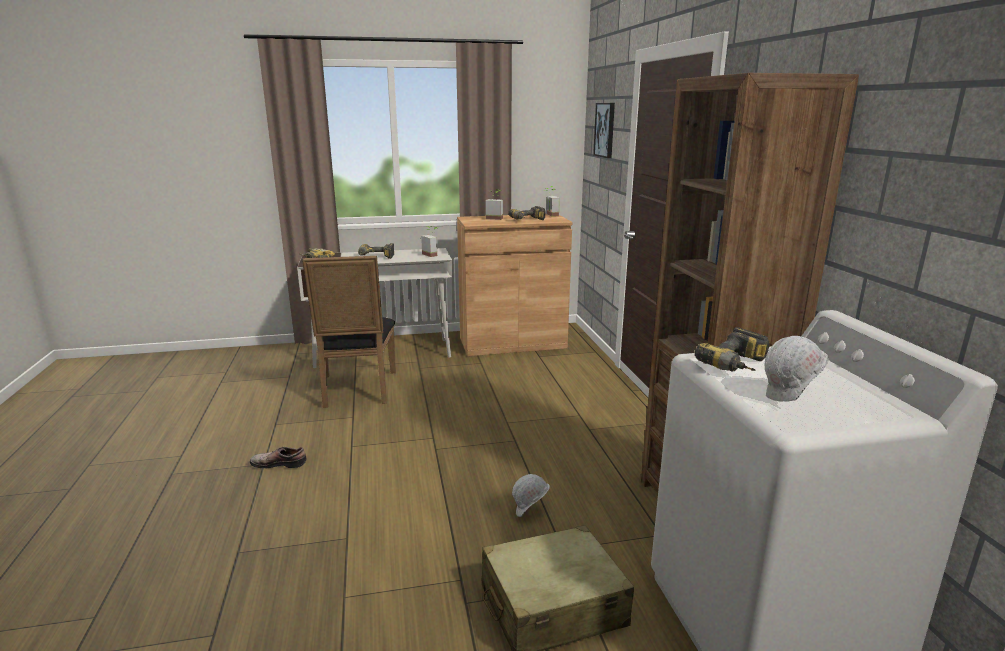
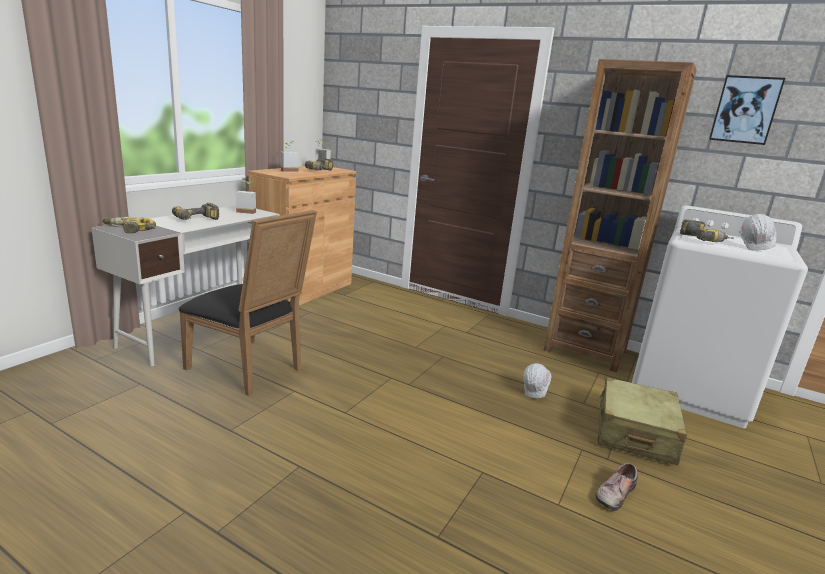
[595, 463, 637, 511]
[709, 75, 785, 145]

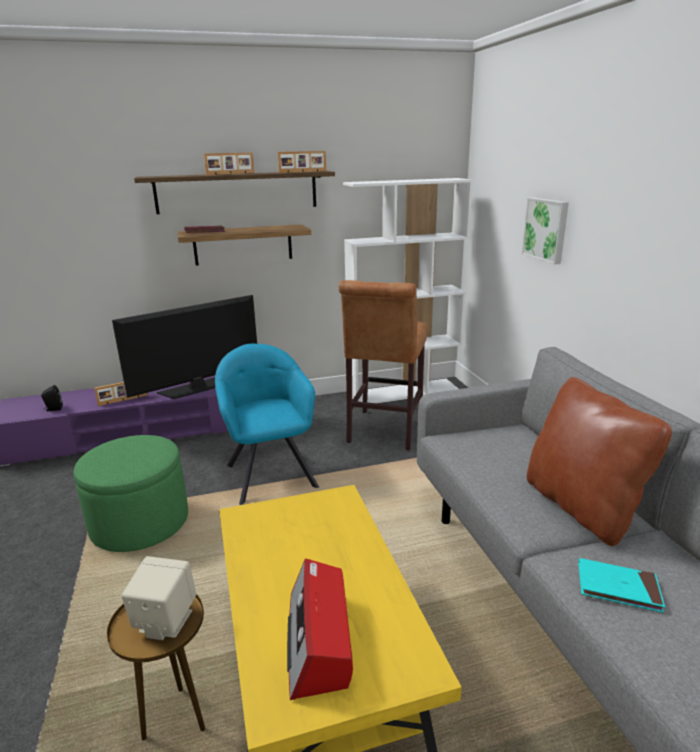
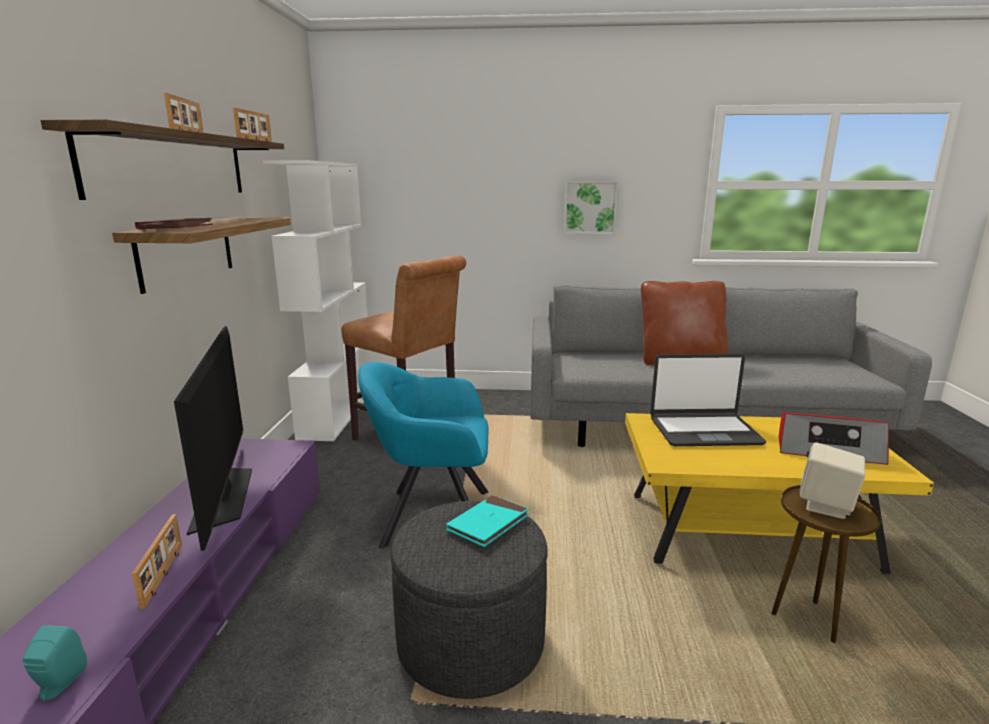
[23, 626, 87, 701]
[391, 501, 548, 699]
[564, 181, 618, 234]
[446, 495, 529, 547]
[650, 354, 766, 446]

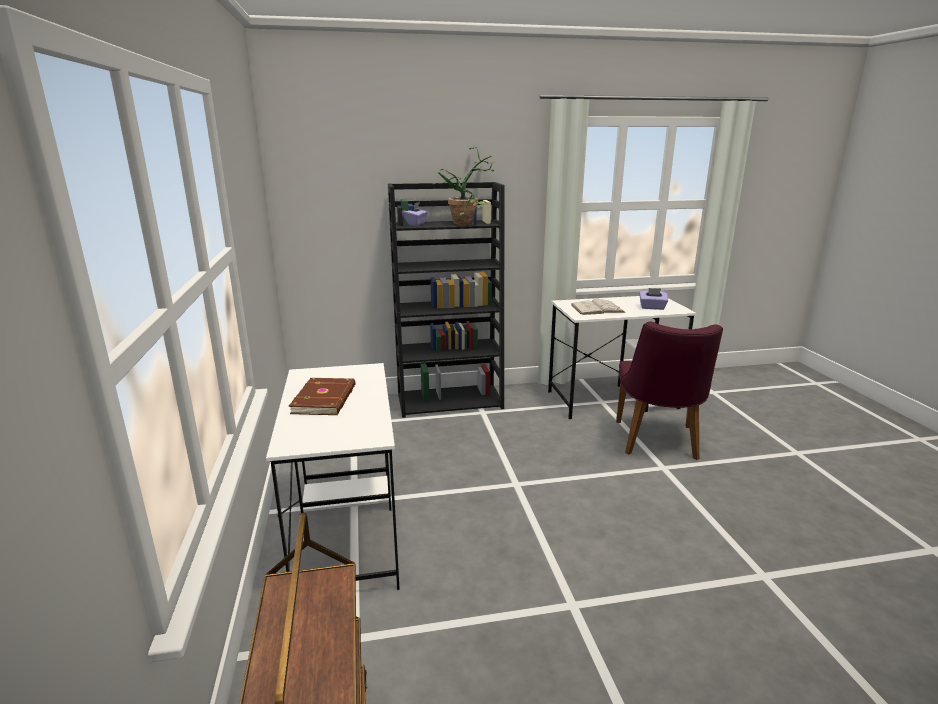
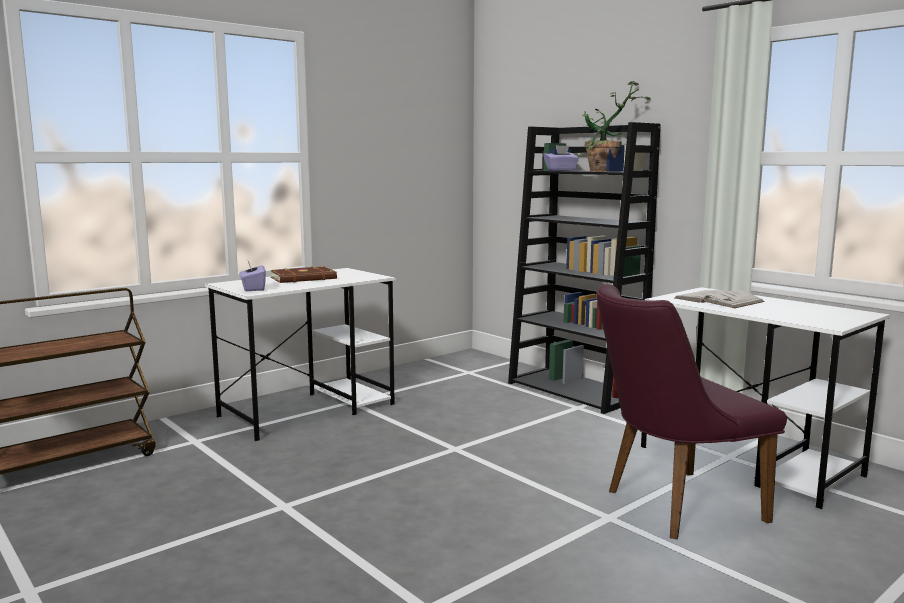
[239, 261, 266, 291]

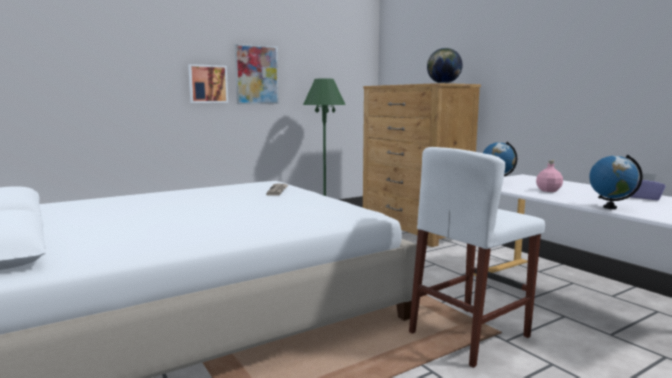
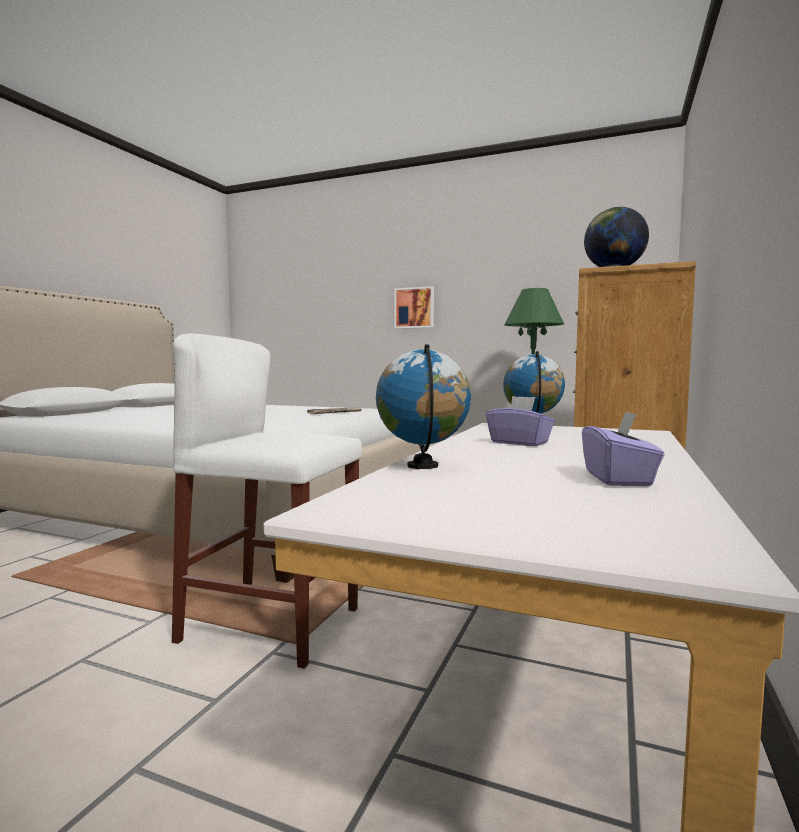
[234, 44, 279, 104] (first image)
[486, 396, 555, 446]

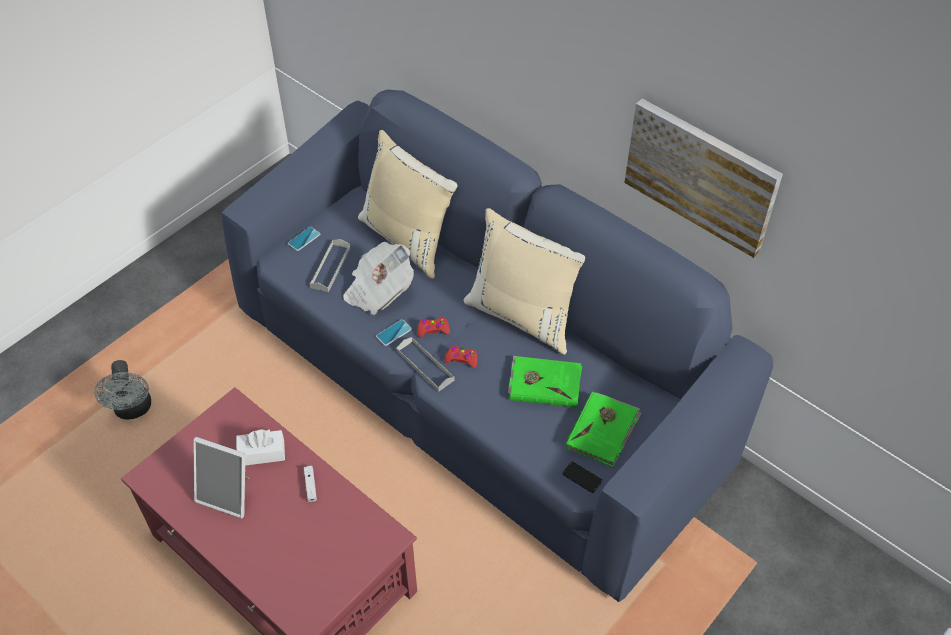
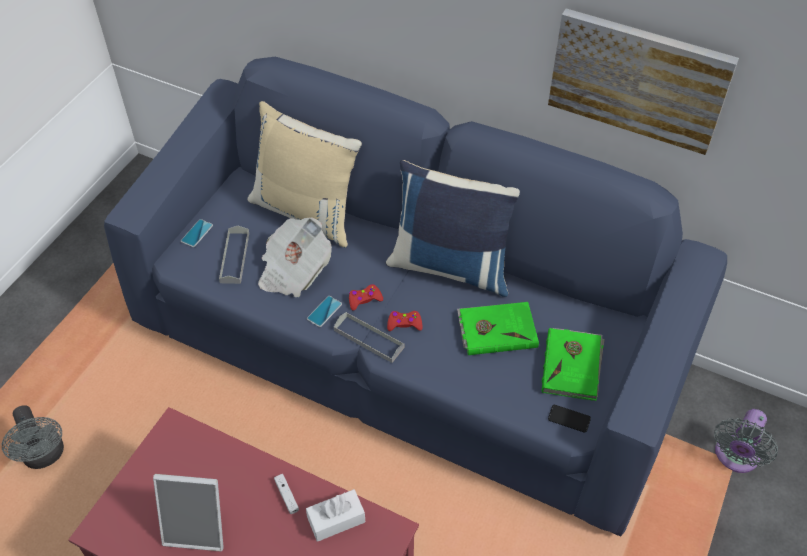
[306, 489, 365, 542]
[386, 160, 520, 297]
[714, 409, 778, 473]

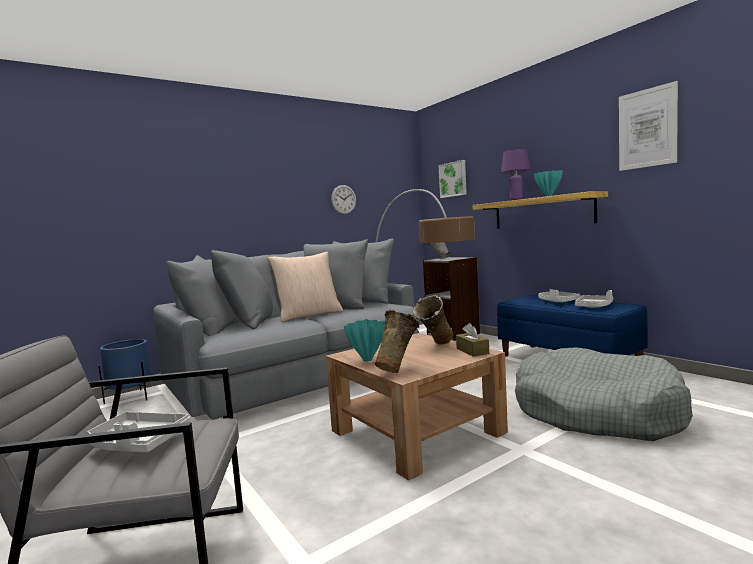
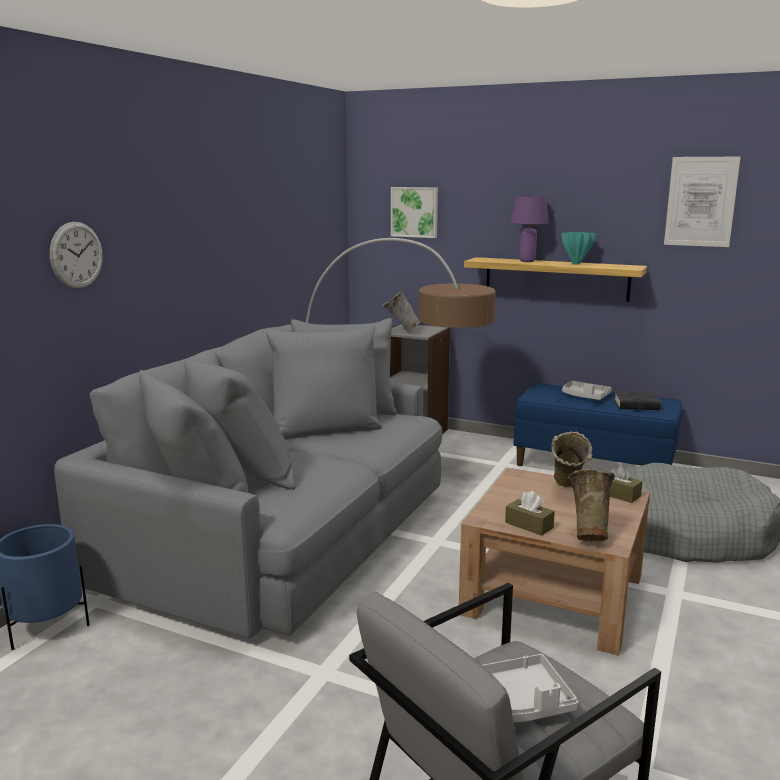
[268, 252, 343, 322] (first image)
[50, 222, 103, 289]
[505, 491, 555, 536]
[614, 391, 661, 410]

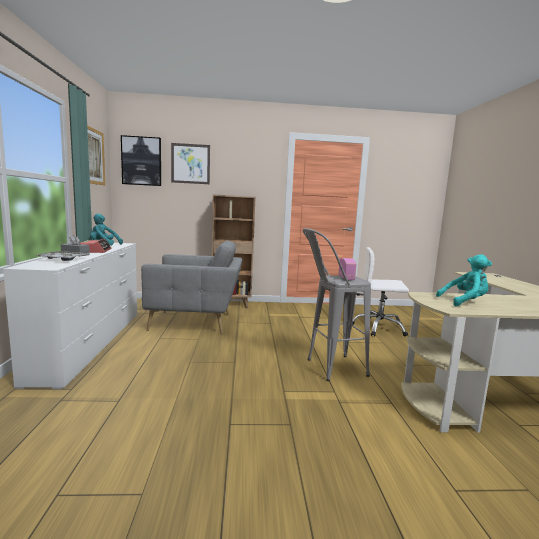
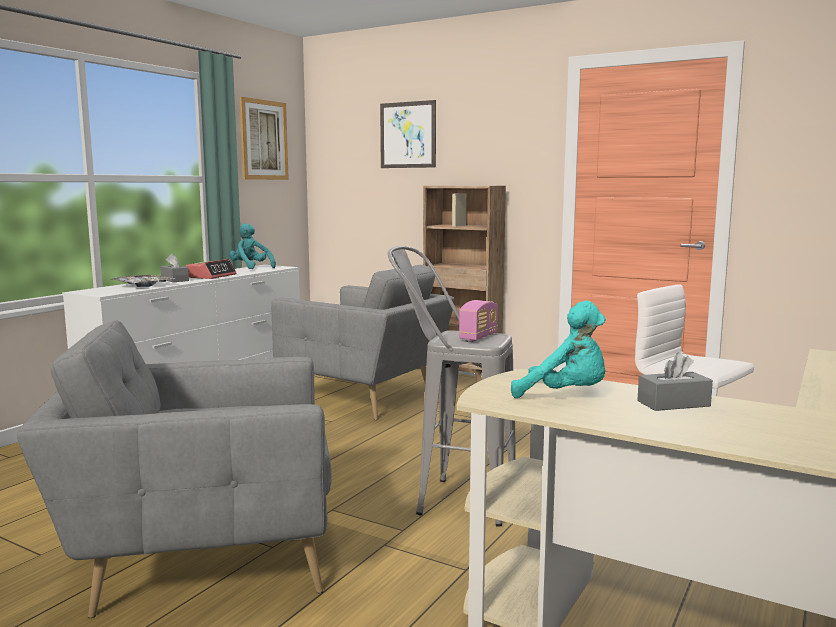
[121, 135, 161, 186] (first image)
[17, 321, 332, 618]
[637, 352, 713, 411]

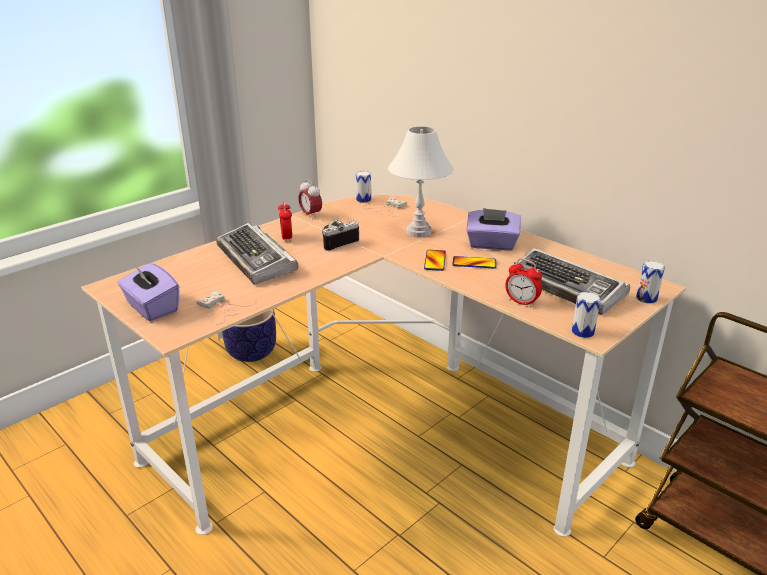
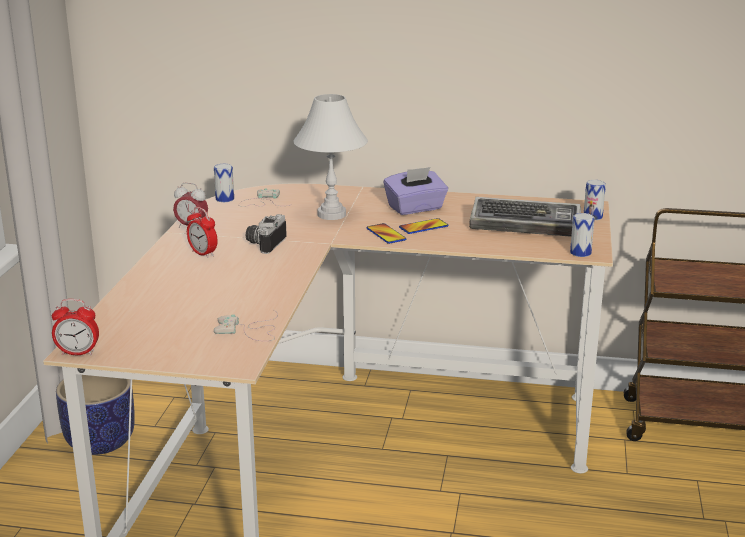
[117, 263, 179, 321] (first image)
[216, 223, 298, 285] (first image)
[52, 299, 99, 355]

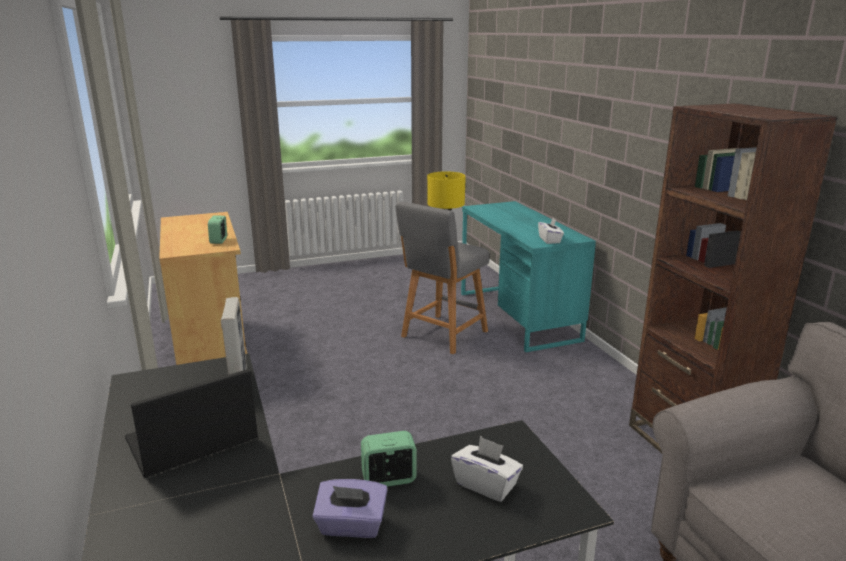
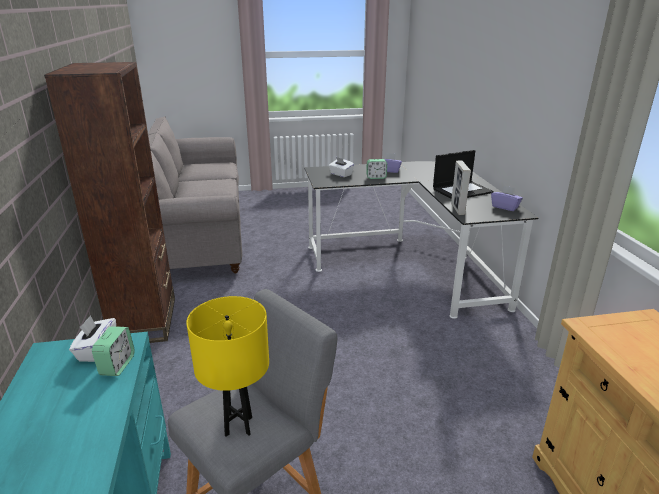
[92, 326, 135, 376]
[491, 185, 523, 211]

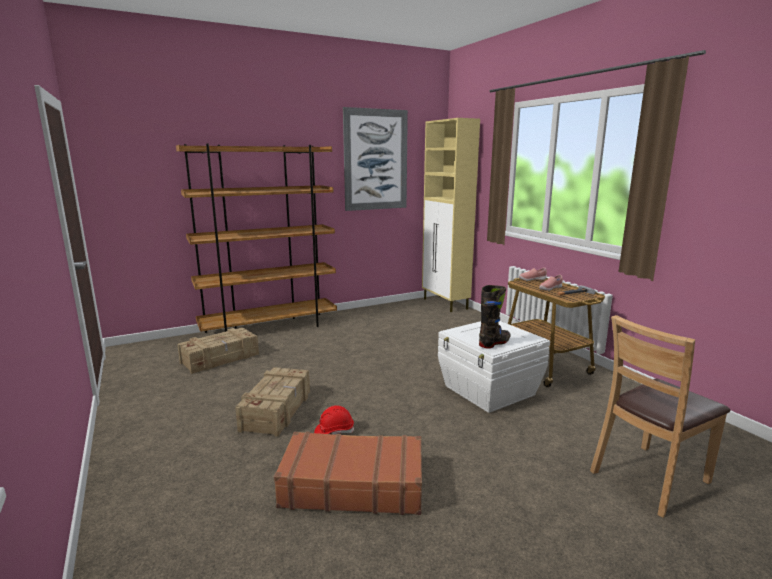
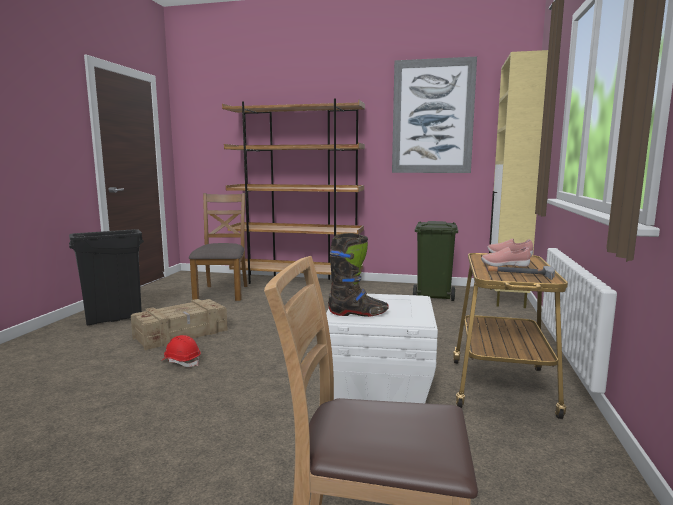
[189, 193, 248, 301]
[274, 432, 422, 515] (first image)
[69, 229, 144, 325]
[413, 221, 458, 301]

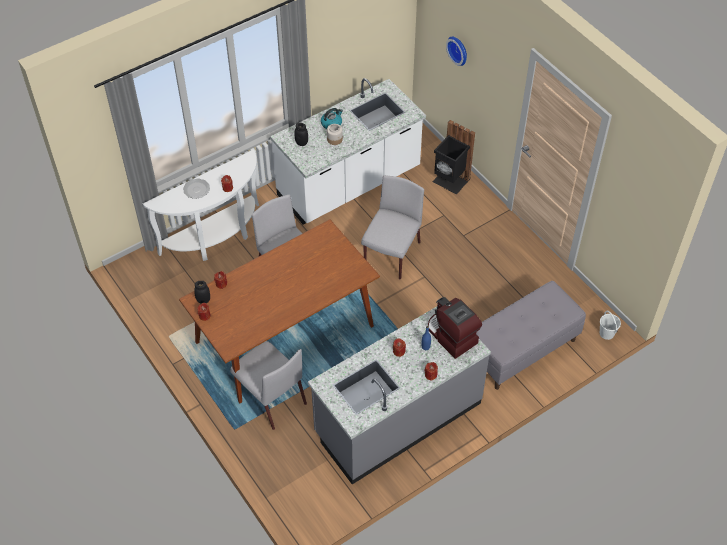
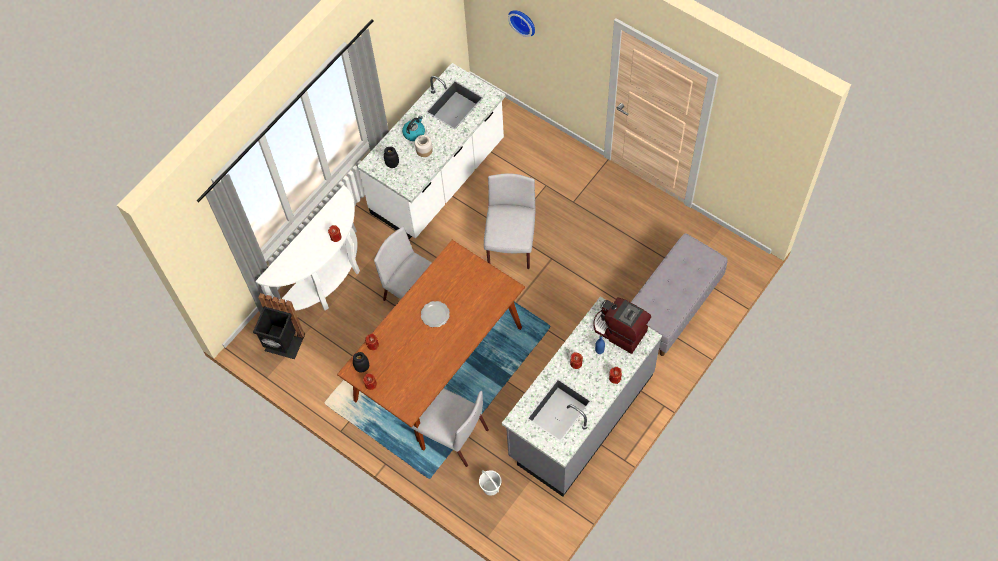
[421, 301, 450, 327]
[253, 293, 305, 359]
[479, 470, 501, 496]

